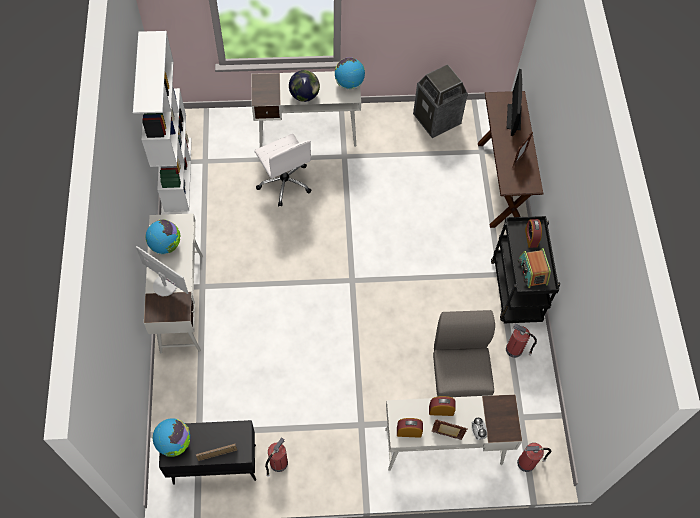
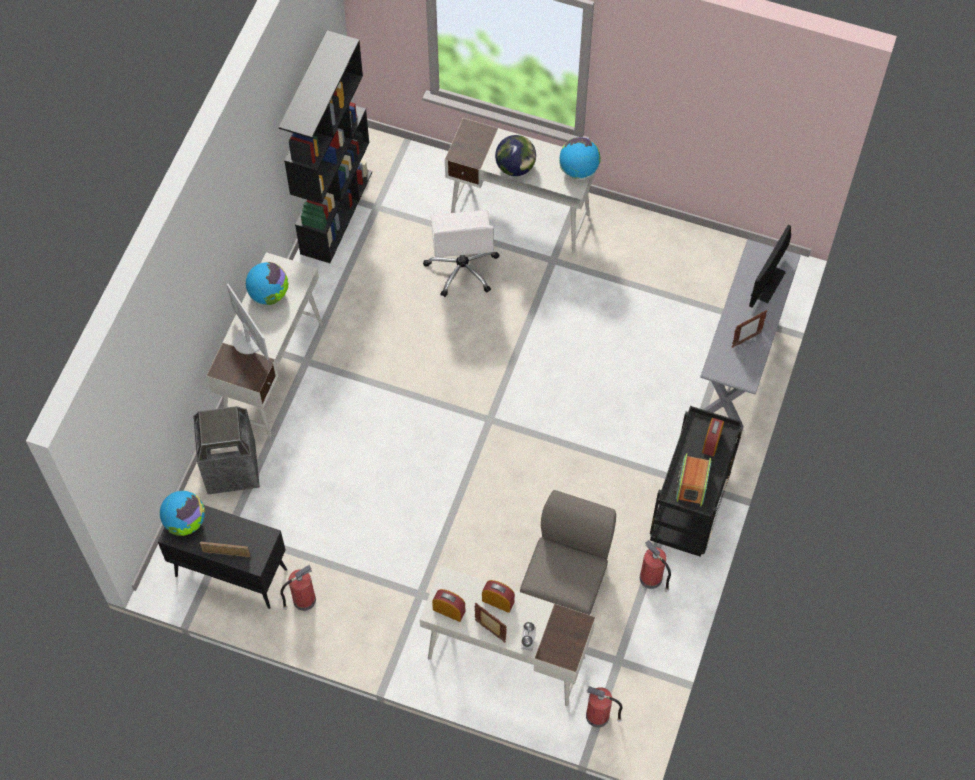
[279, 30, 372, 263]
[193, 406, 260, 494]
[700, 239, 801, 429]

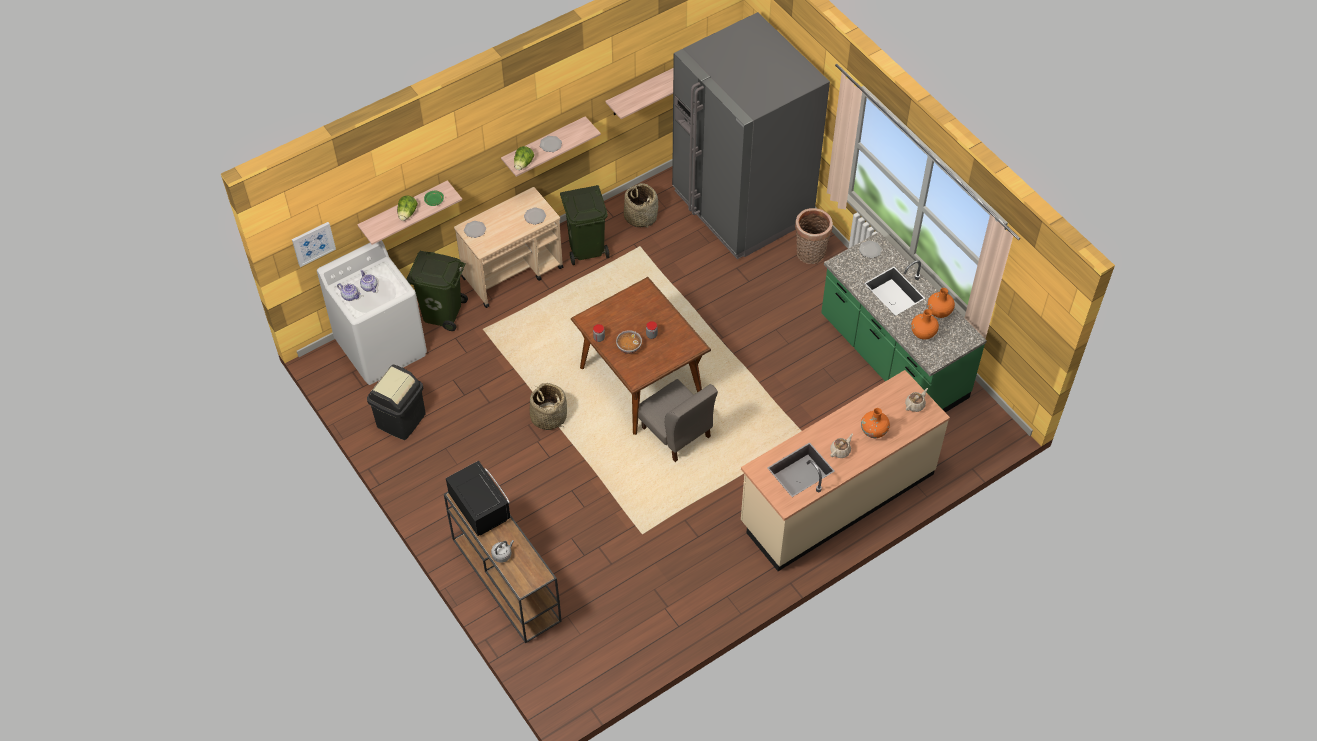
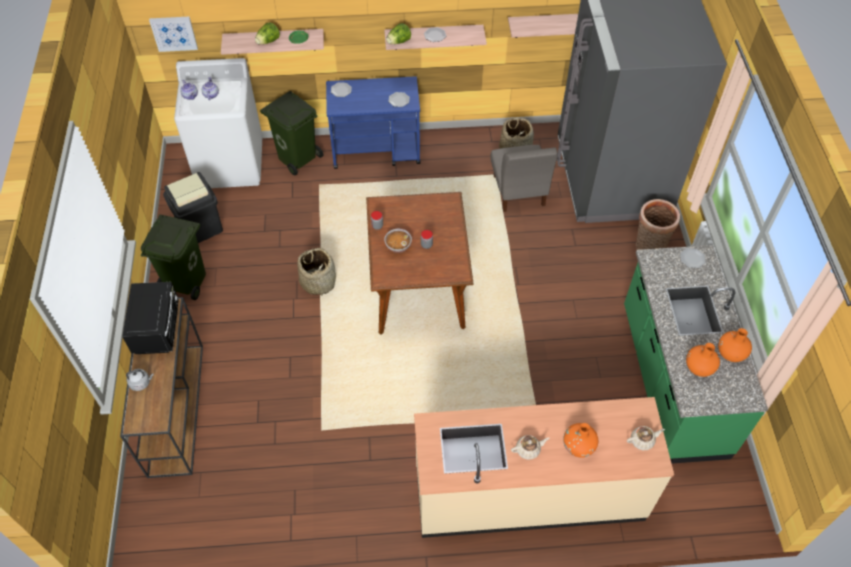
[326, 76, 420, 169]
[141, 215, 206, 300]
[490, 145, 558, 212]

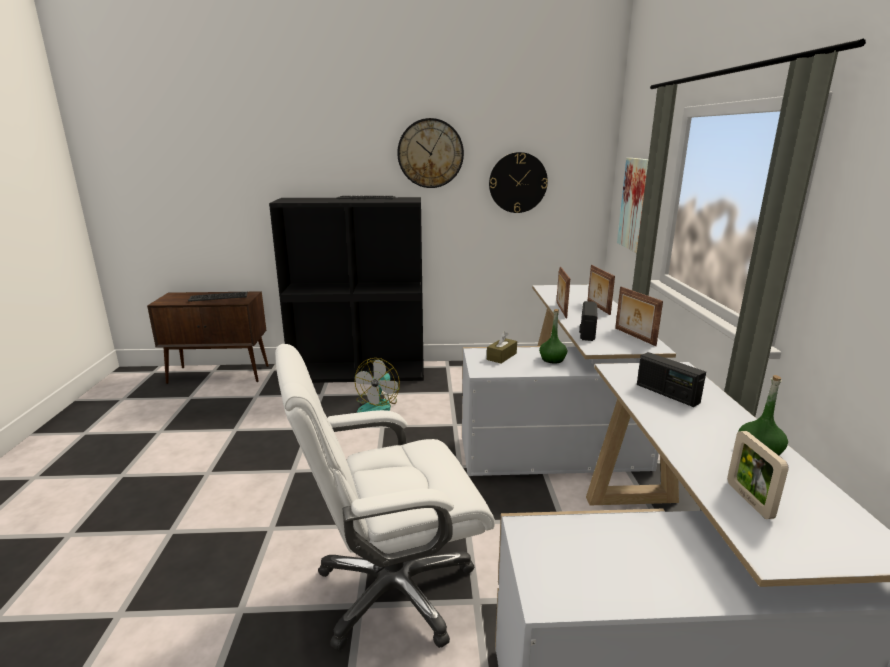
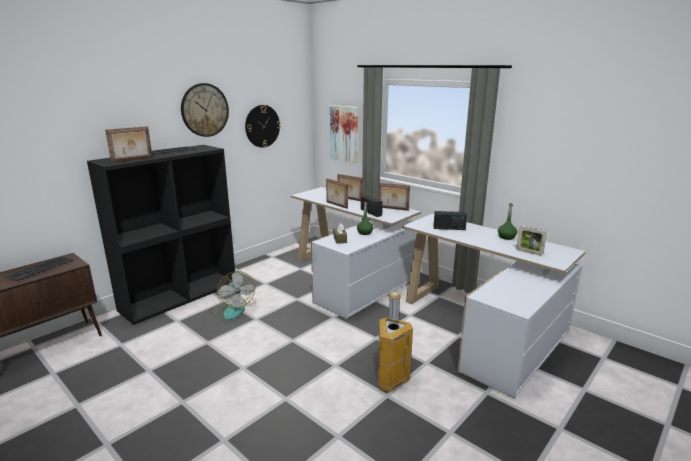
[378, 292, 413, 392]
[105, 126, 153, 163]

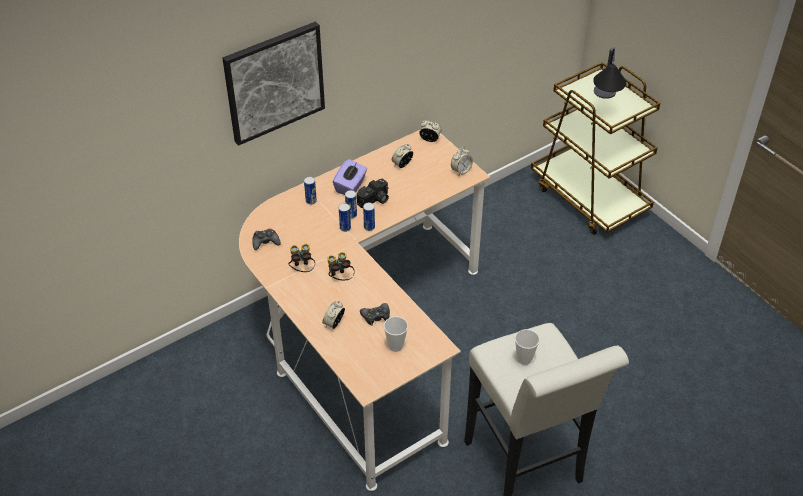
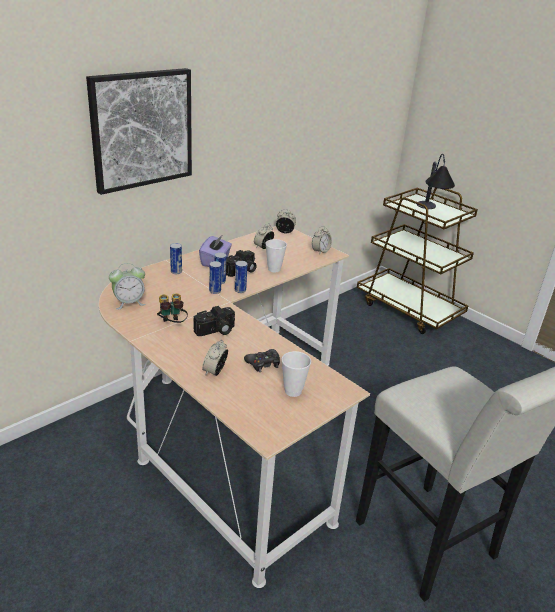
[109, 263, 146, 310]
[194, 306, 235, 336]
[265, 239, 287, 272]

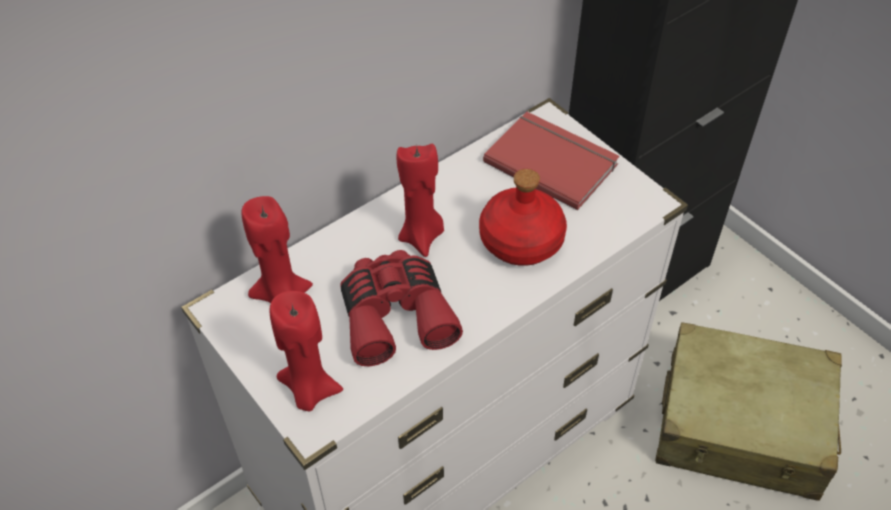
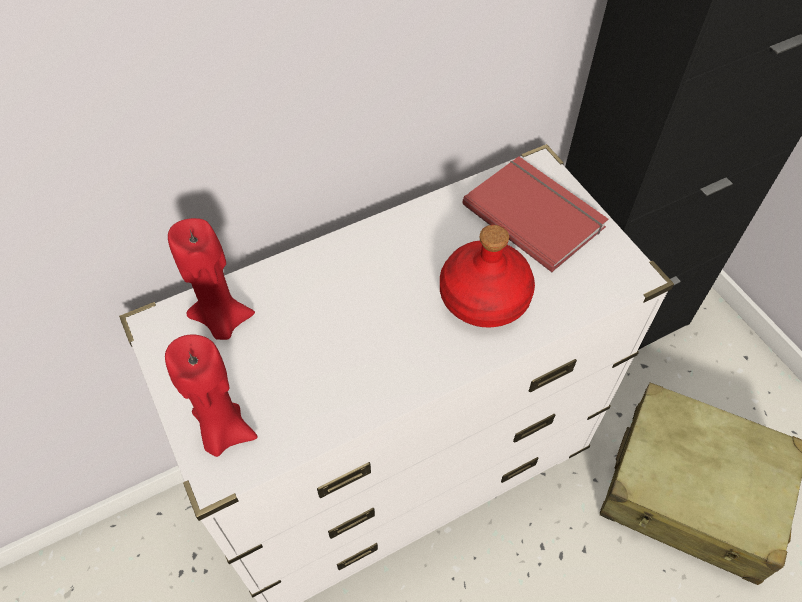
[340, 250, 463, 366] (first image)
[397, 144, 444, 257] (first image)

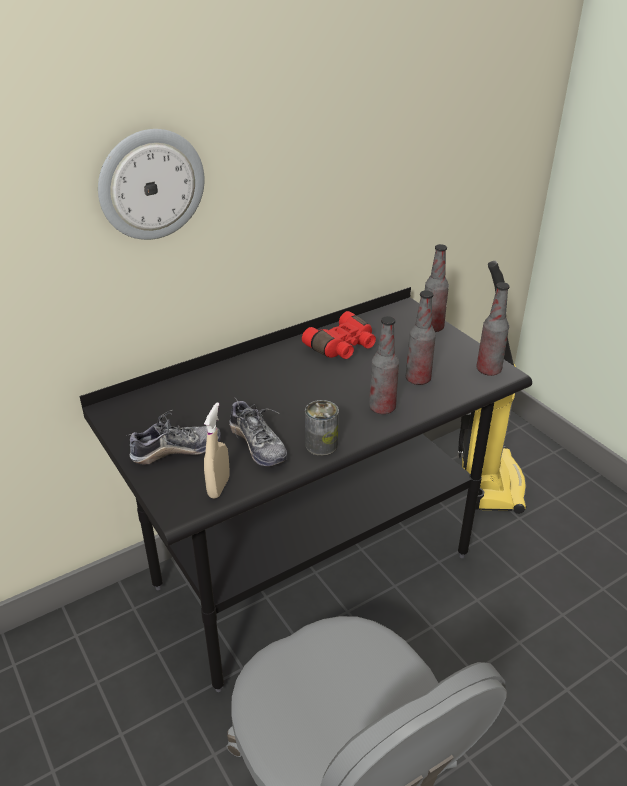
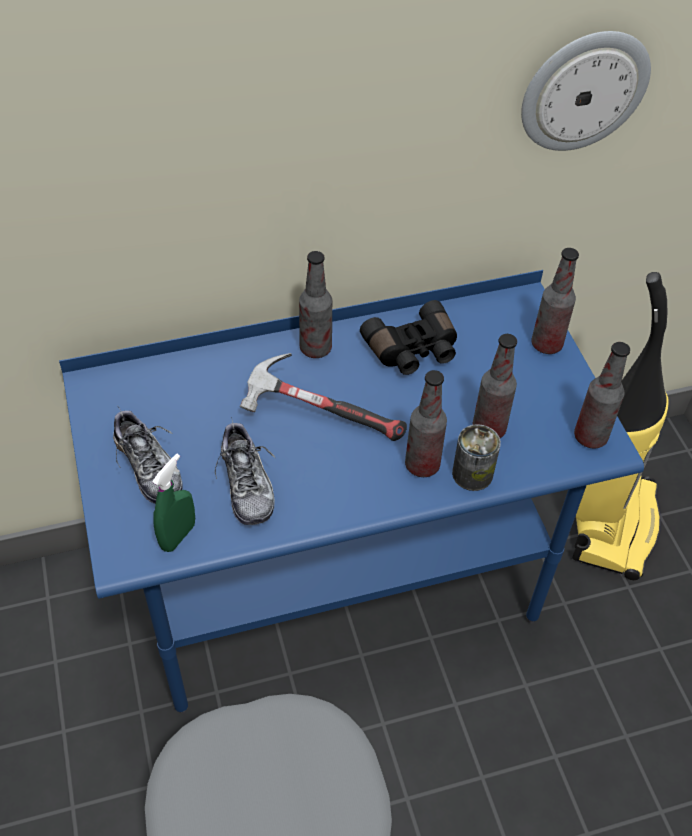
[59, 270, 644, 714]
[521, 31, 651, 151]
[113, 408, 183, 504]
[152, 454, 195, 552]
[360, 300, 457, 375]
[452, 424, 501, 491]
[240, 353, 407, 441]
[299, 251, 332, 358]

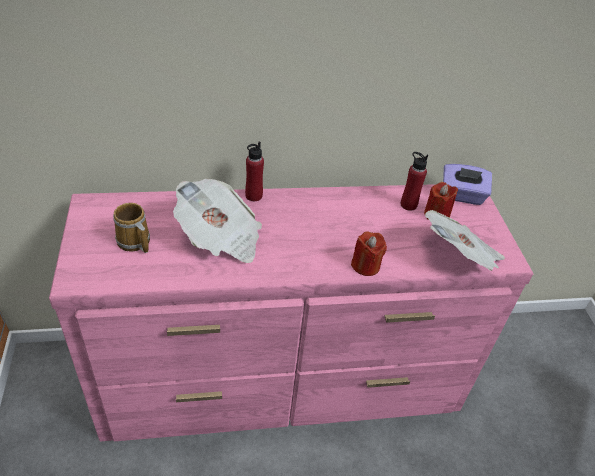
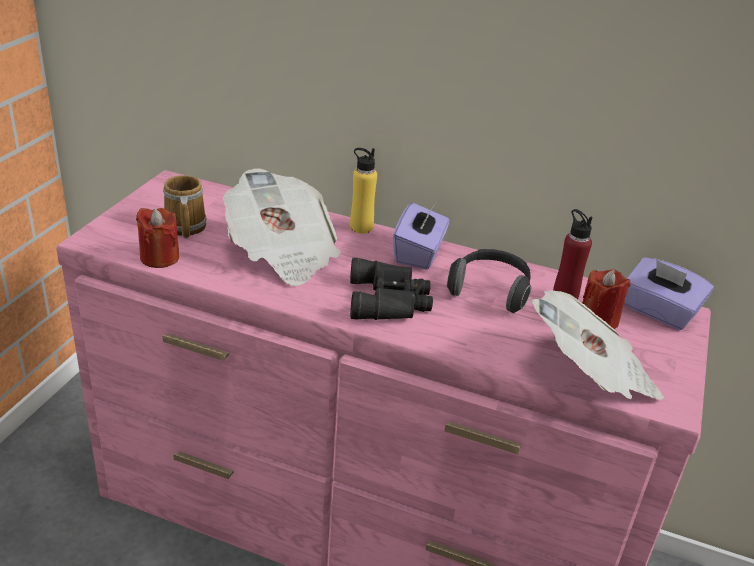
[350, 148, 377, 233]
[136, 208, 179, 268]
[350, 258, 433, 320]
[393, 203, 449, 270]
[447, 249, 531, 313]

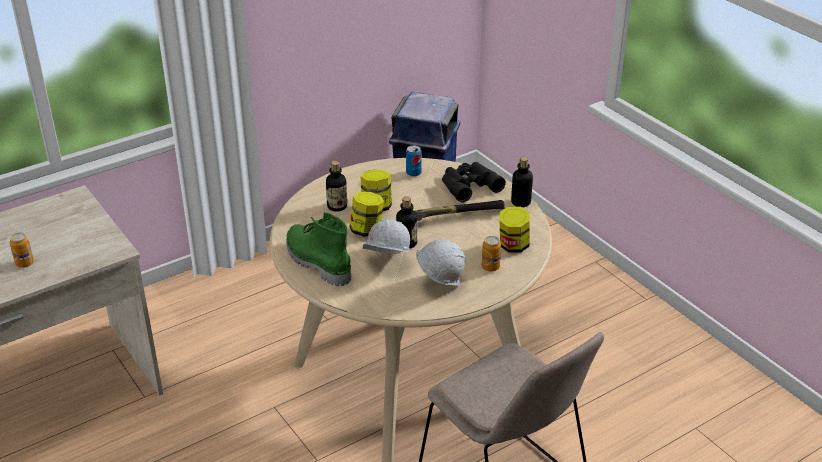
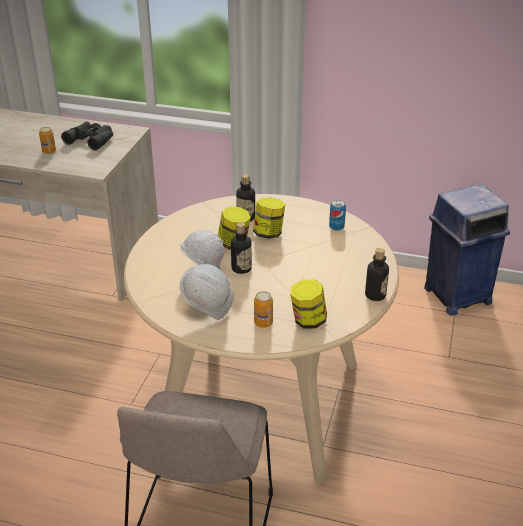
[287, 212, 351, 286] (first image)
[412, 200, 505, 221] (first image)
[61, 121, 113, 151]

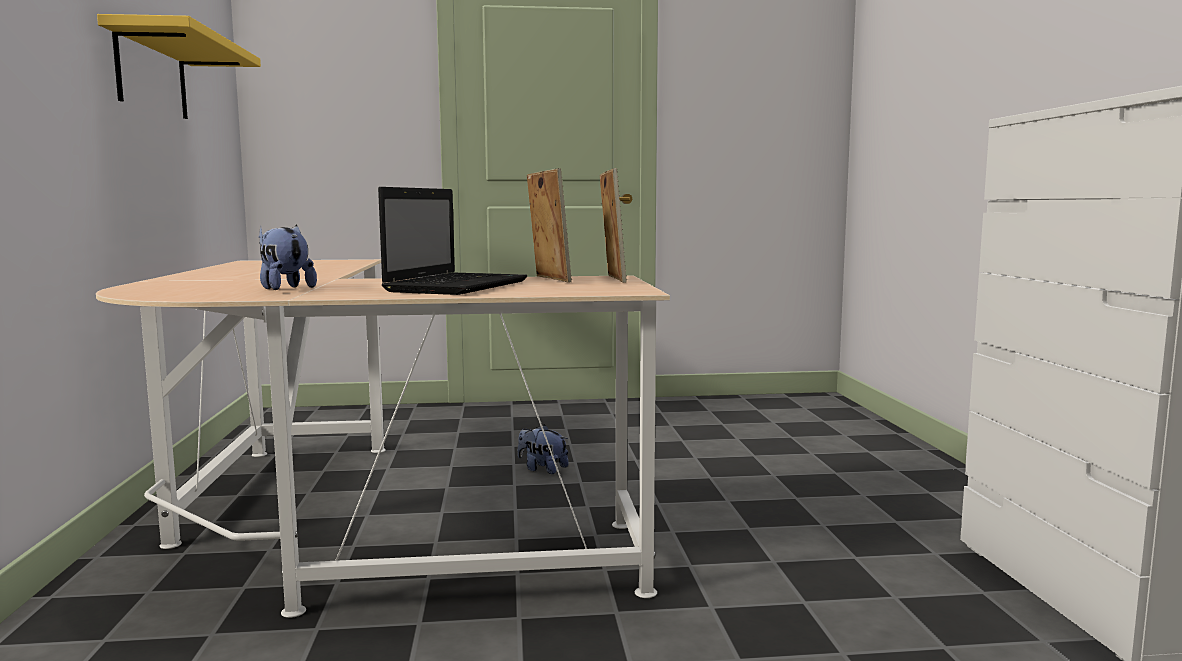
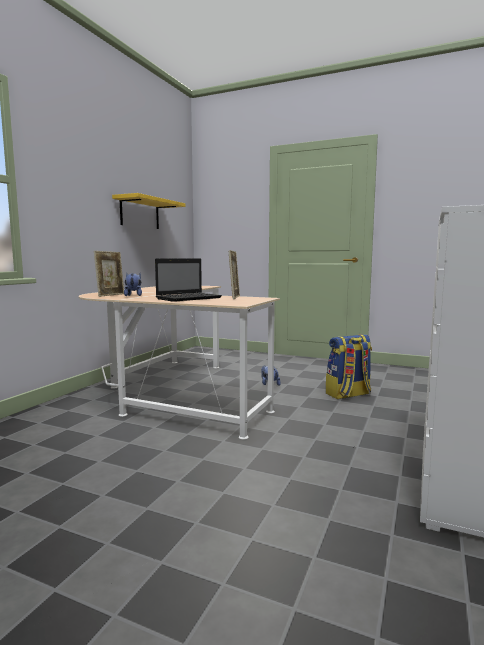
[94, 251, 124, 297]
[326, 334, 372, 399]

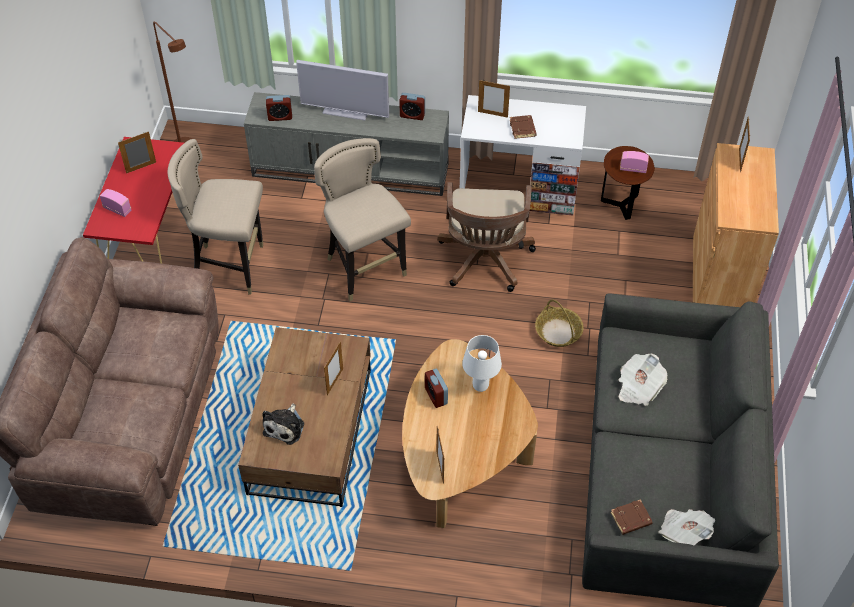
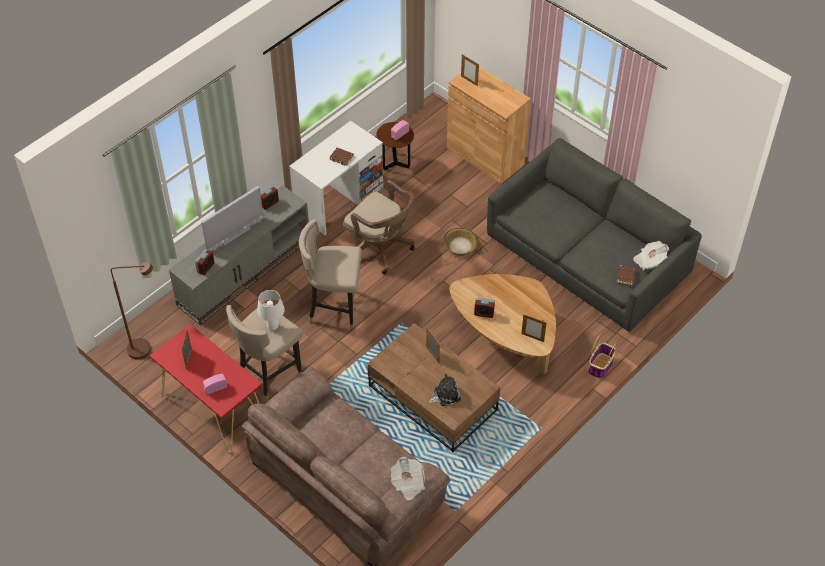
[428, 374, 461, 406]
[257, 290, 285, 330]
[478, 80, 510, 118] (first image)
[391, 457, 426, 501]
[588, 335, 617, 379]

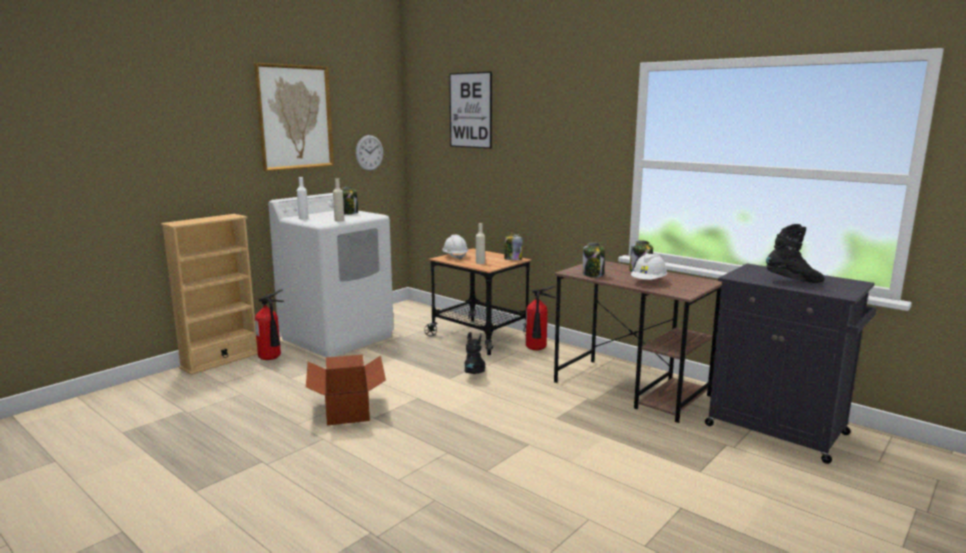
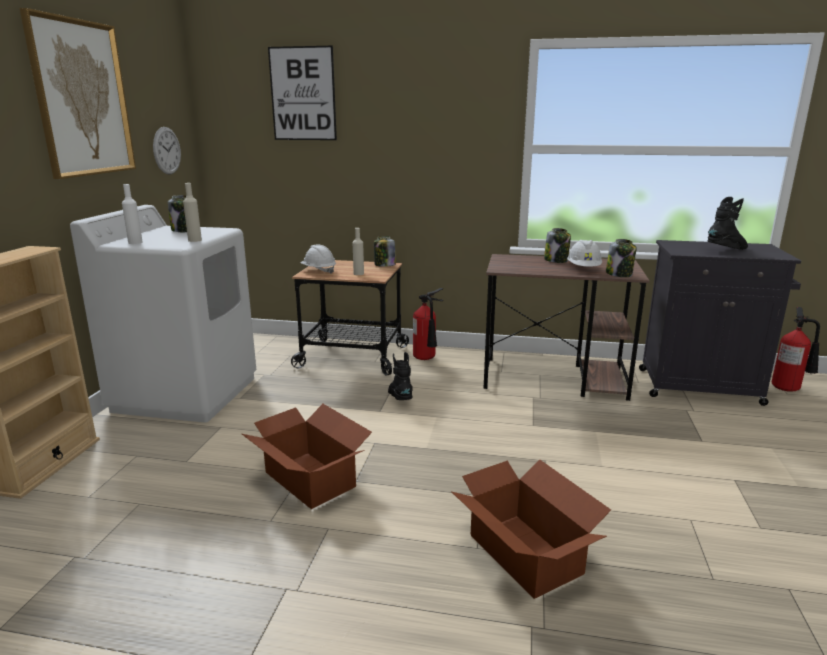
[772, 307, 820, 392]
[606, 239, 637, 277]
[451, 460, 611, 599]

